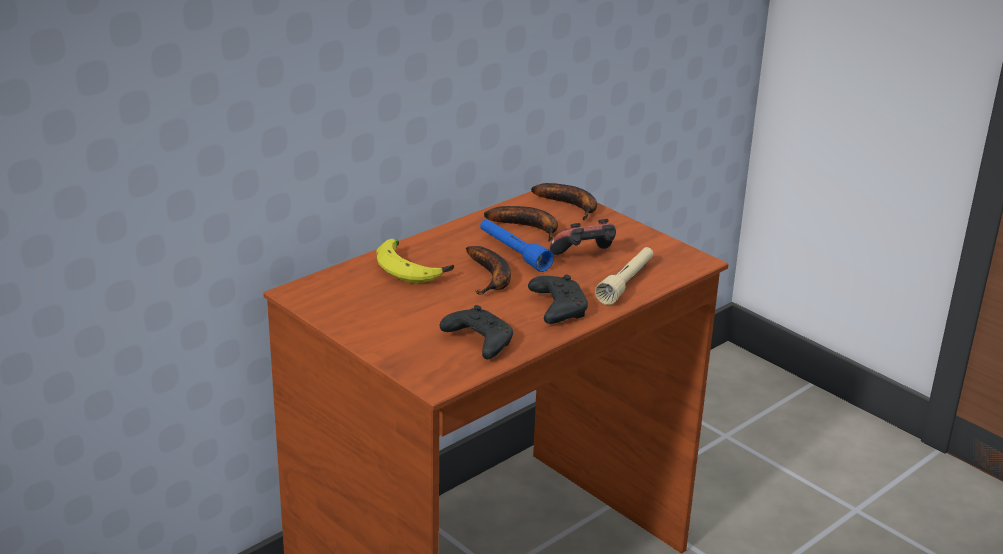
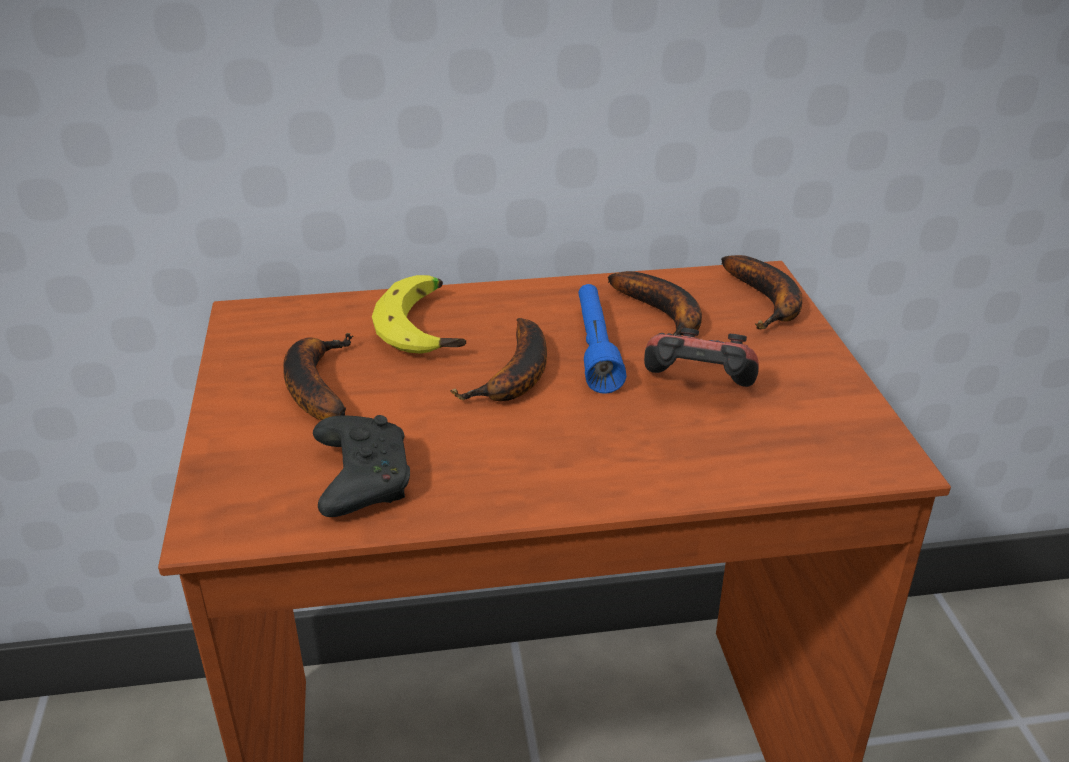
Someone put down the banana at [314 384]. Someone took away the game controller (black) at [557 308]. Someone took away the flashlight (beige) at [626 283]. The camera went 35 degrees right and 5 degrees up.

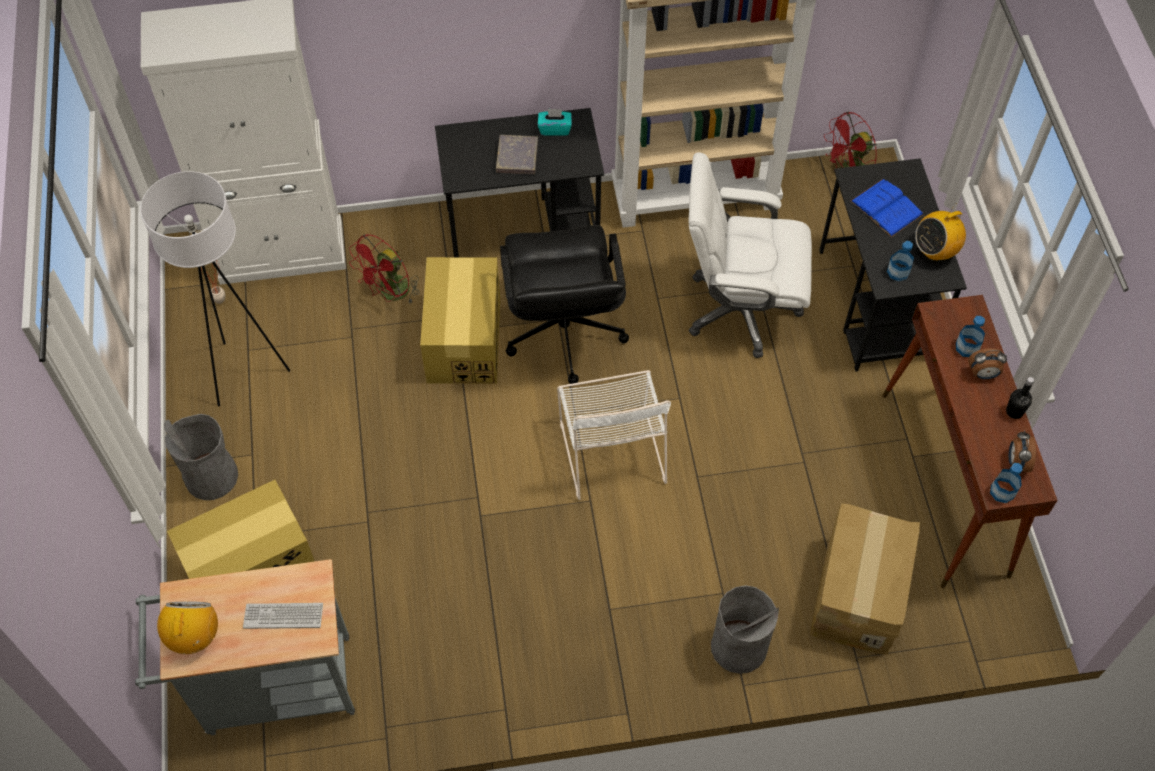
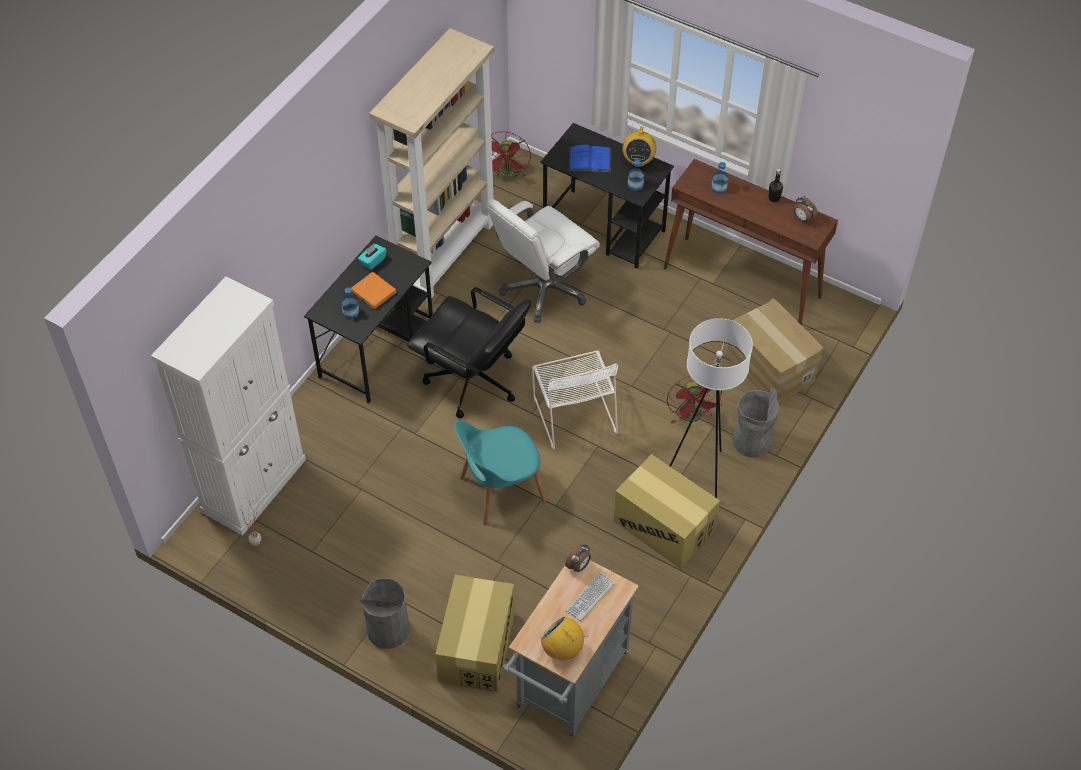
Someone carried the bottle from [1002 491] to [350 312]. Someone repainted the book (grey) at [517 157], which became the book (orange) at [373 292]. Someone put down the chair (turquoise) at [500 490]. Someone rotated the chair (white) at [611 448] by 45 degrees clockwise. Someone carried the alarm clock from [983 374] to [578 566]. Someone carried the cardboard box from [464 340] to [664 526]. Someone carried the fan (red) from [390 294] to [692 417]. Someone carried the floor lamp (white) from [245 373] to [702 474]. The camera went 50 degrees left and 5 degrees down.

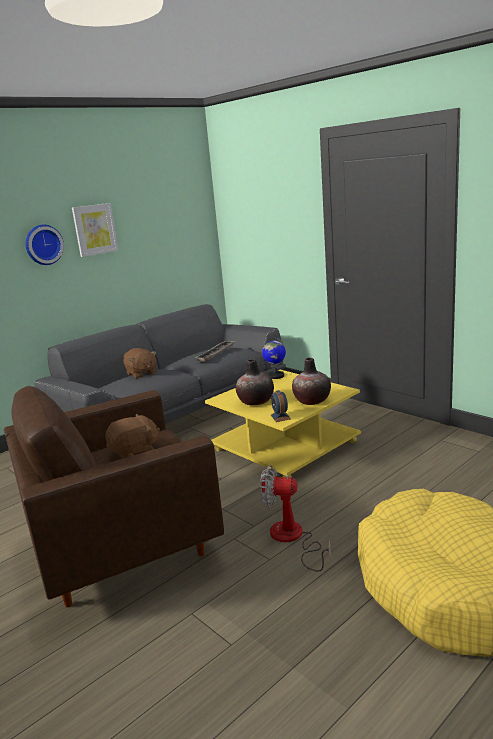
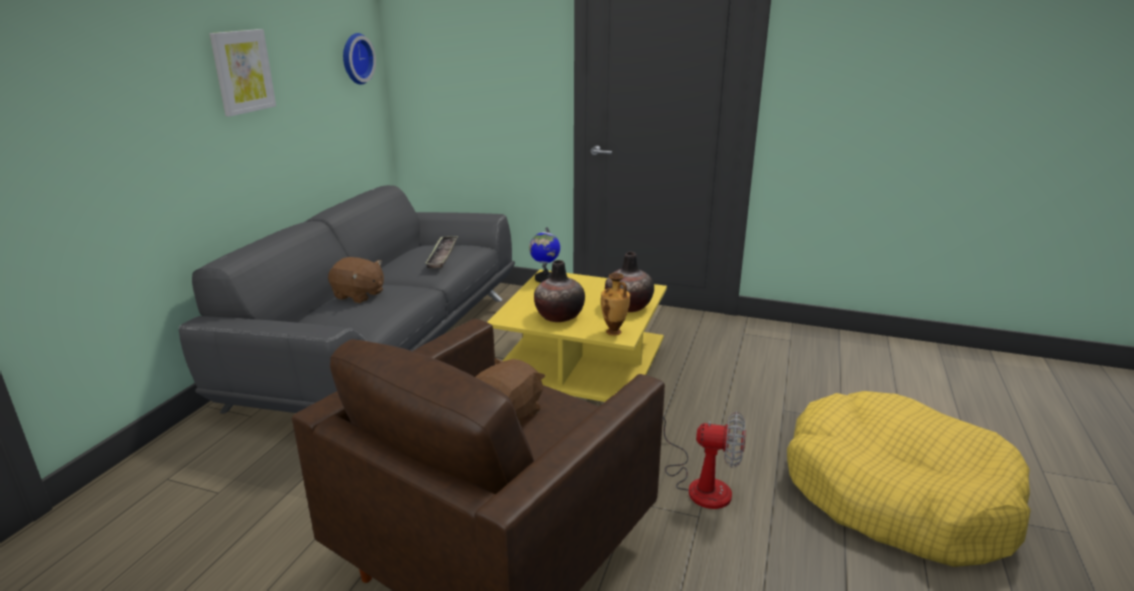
Someone carried the wall clock from [43 244] to [355 58]. Someone swapped the alarm clock at [280 417] for the vase at [614 332]. Someone rotated the fan at [292 539] by 150 degrees counterclockwise. The camera went 30 degrees left and 5 degrees up.

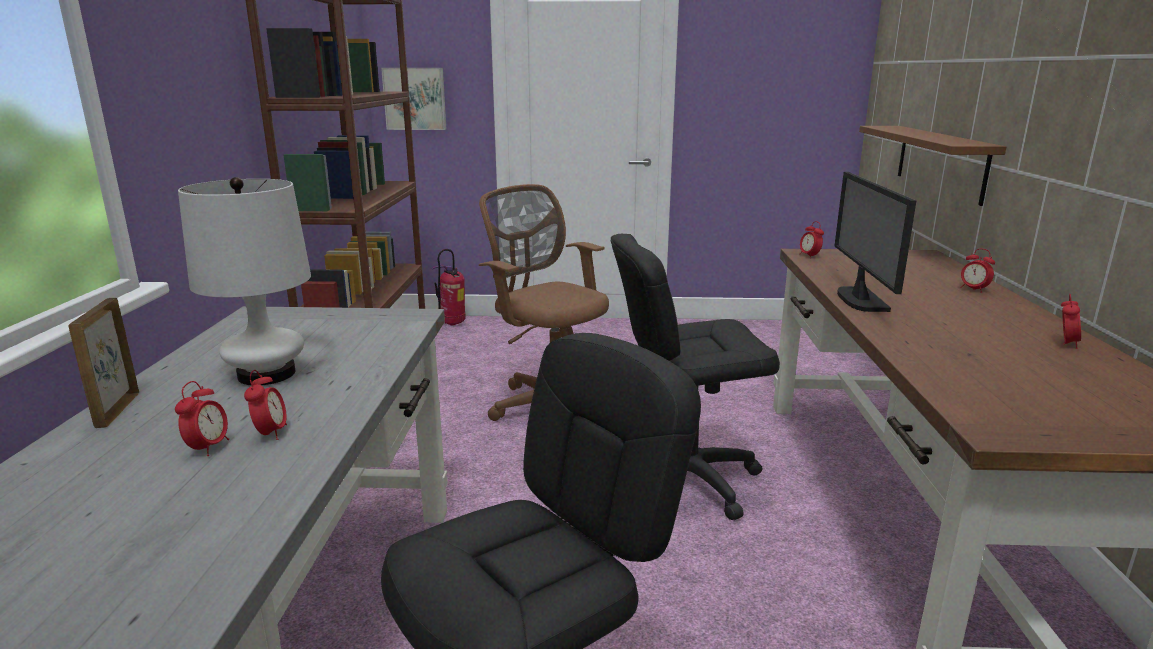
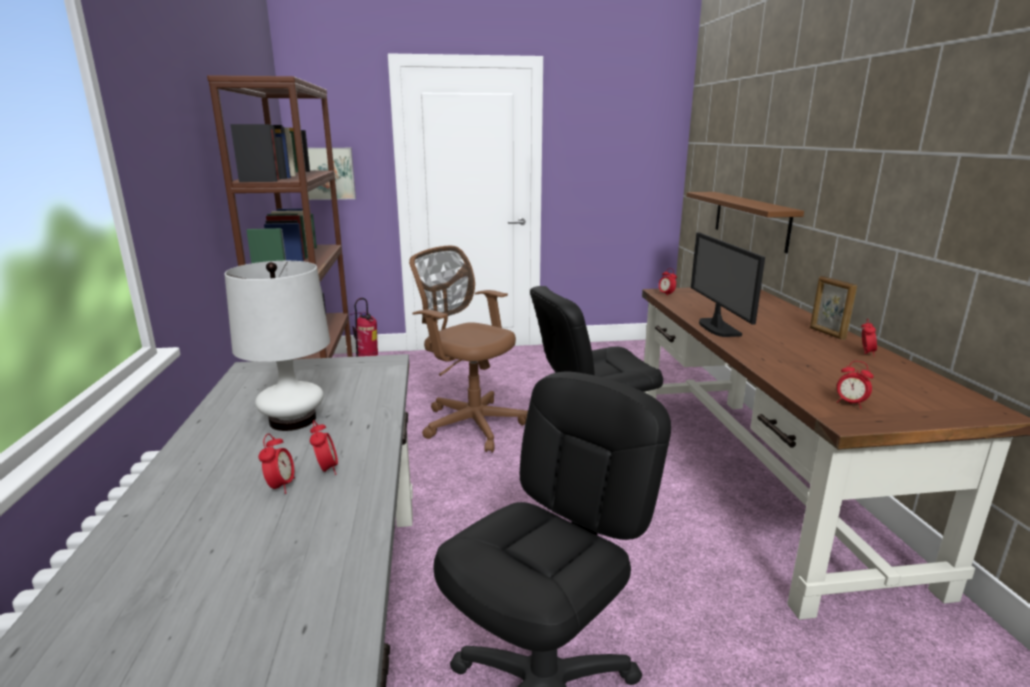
Someone carried the picture frame from [116 410] to [827 333]. Someone carried the alarm clock from [973 289] to [850 403]. The camera went 10 degrees left and 0 degrees up.

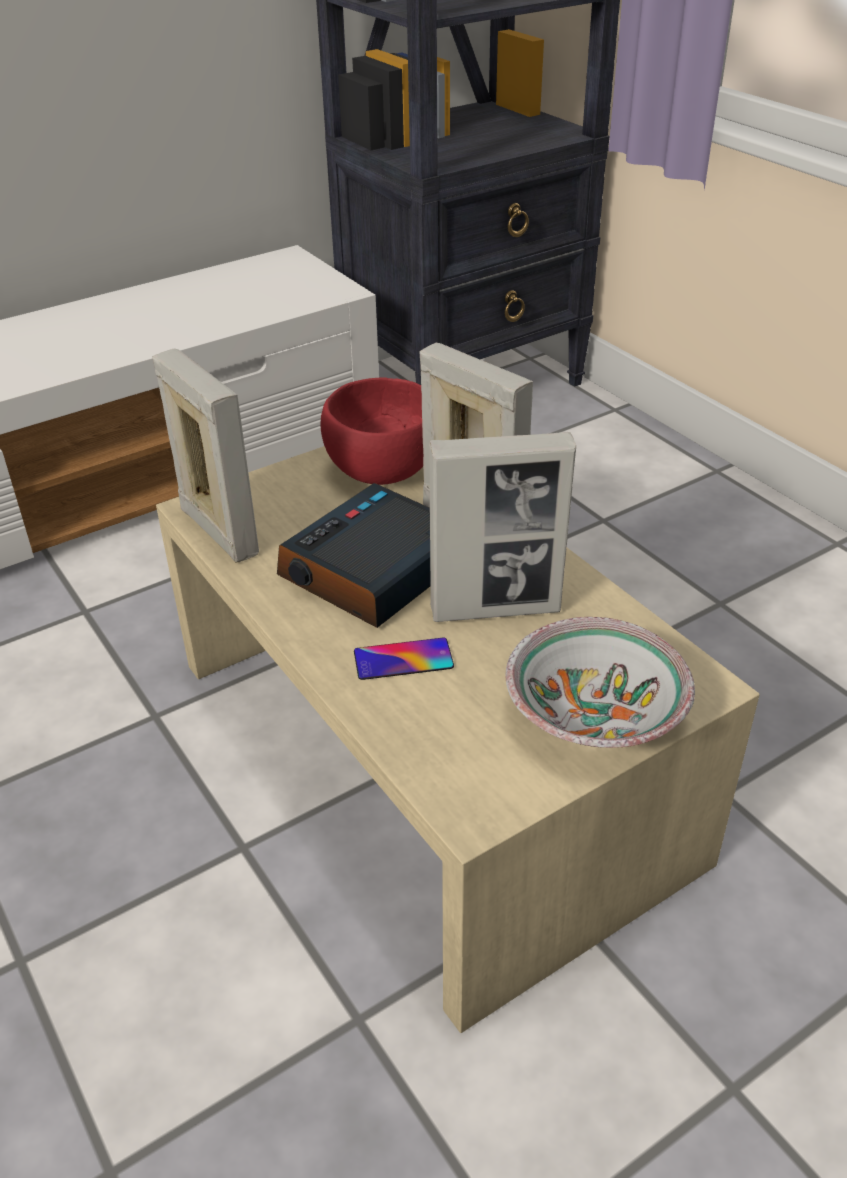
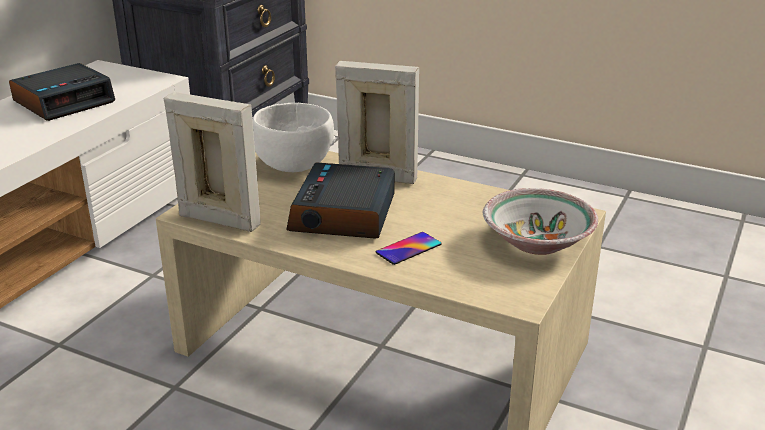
Someone put down the alarm clock at [65 101]. Someone repainted the bowl (red) at [382 470], which became the bowl (white) at [293 165]. Someone took away the picture frame at [496 609]. The camera went 30 degrees left and 10 degrees down.

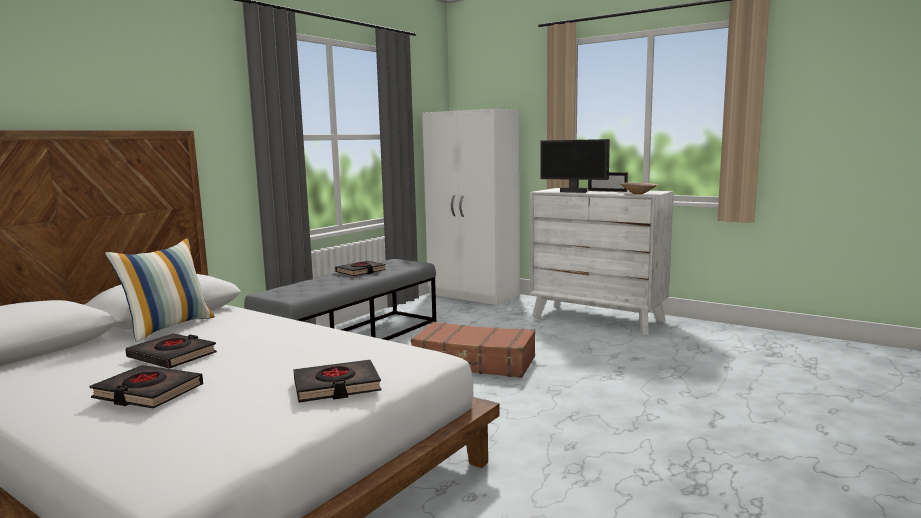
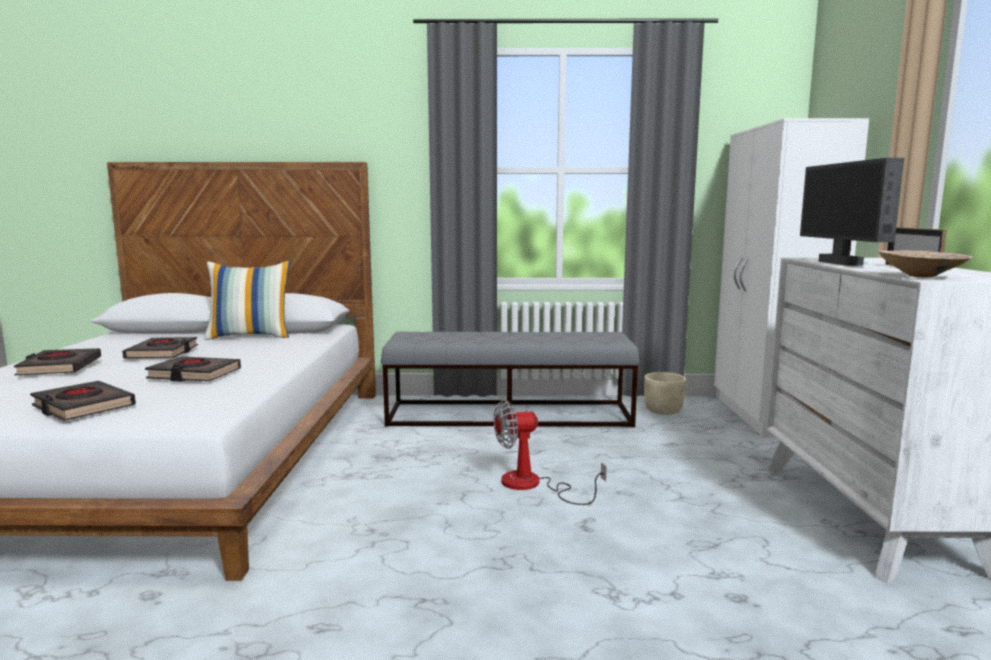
Someone carried the book (black) from [361 271] to [194 374]. Someone swapped the suitcase (brown) at [474 362] for the fan at [533 485]. Someone put down the planter (beige) at [663 411]. The camera went 55 degrees right and 0 degrees up.

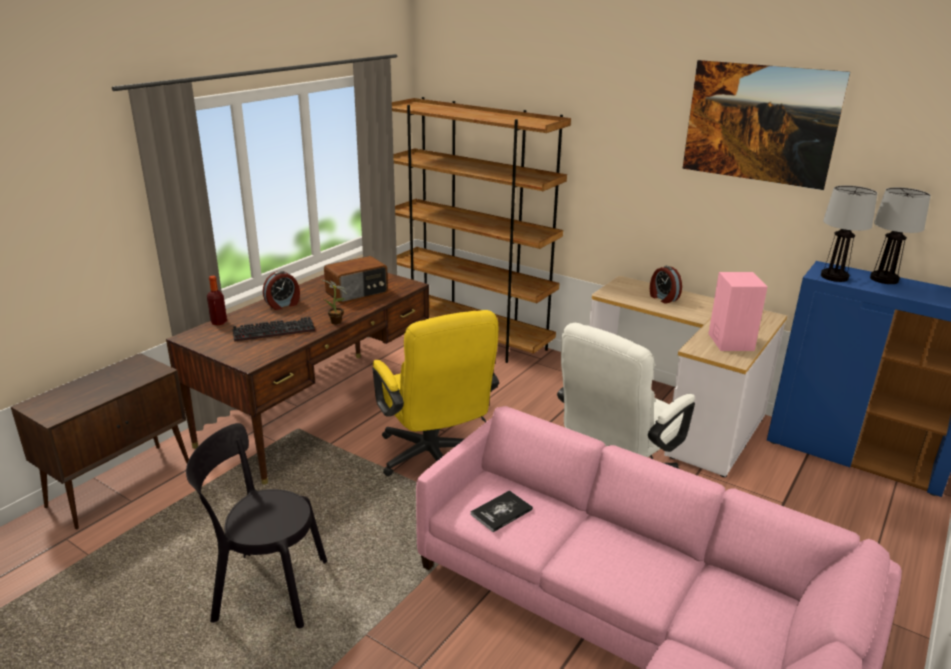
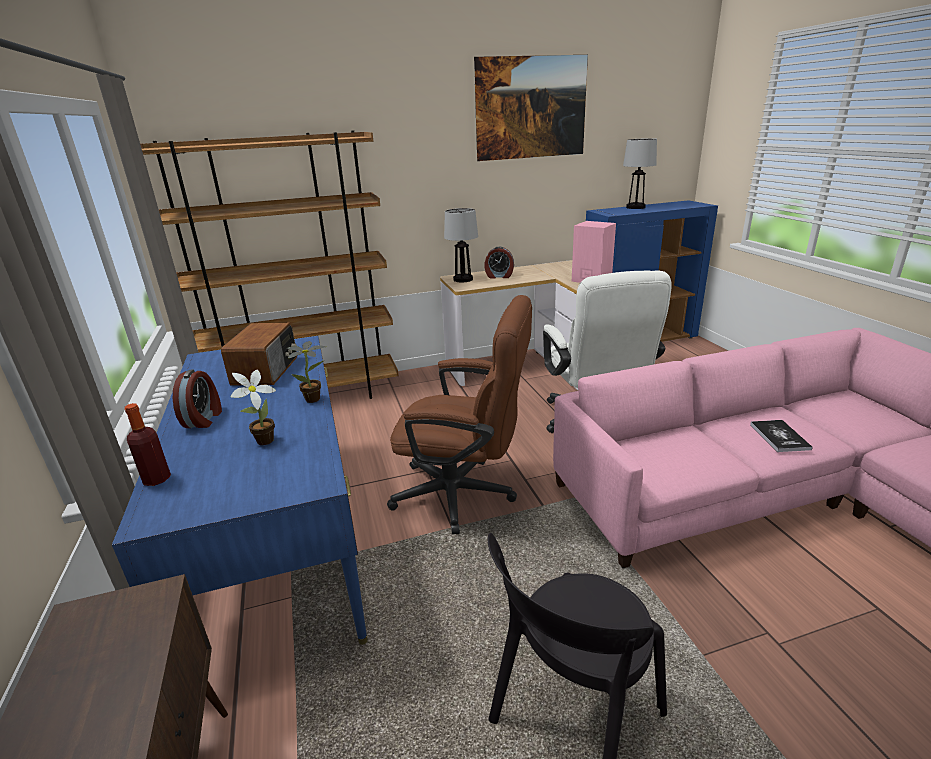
Someone repainted the desk (brown) at [318 411], which became the desk (blue) at [280 538]. Someone swapped the keyboard at [275 330] for the potted plant at [262 442]. Someone repainted the office chair (yellow) at [433 460], which became the office chair (brown) at [464 495]. Someone carried the table lamp from [834 277] to [463 279]. Someone carried the book from [501 512] to [779 437]. The camera went 50 degrees left and 0 degrees up.

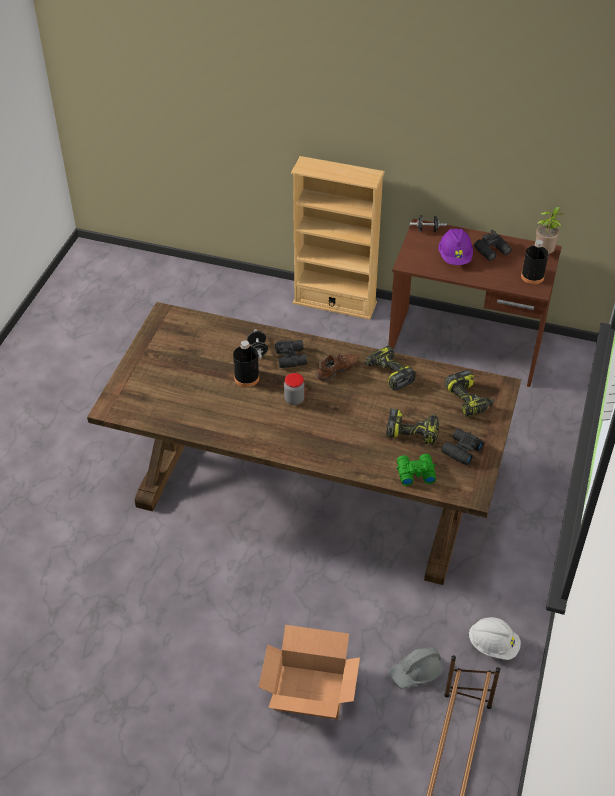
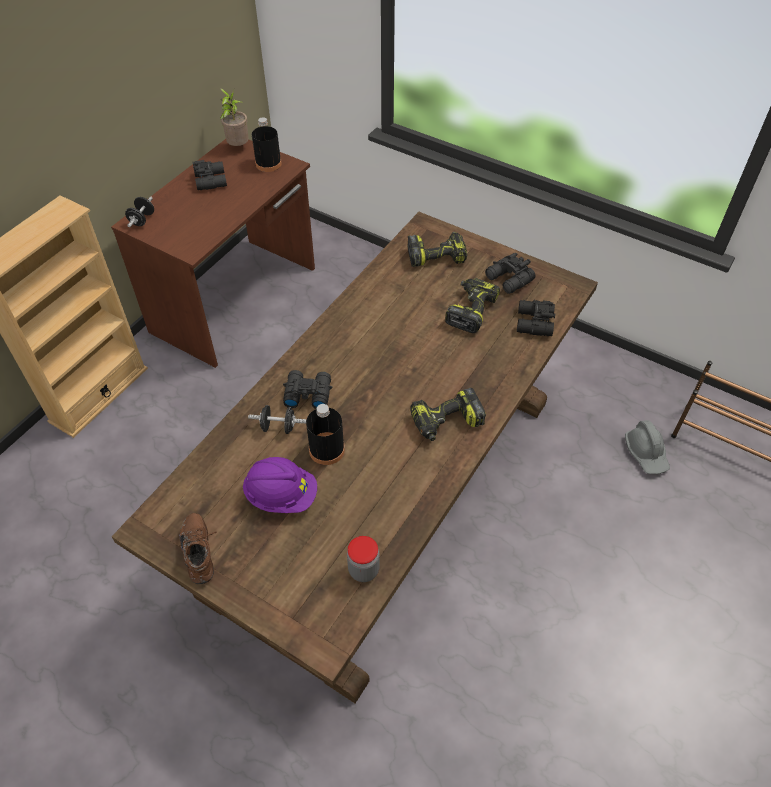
Someone carried the shoe (brown) from [338 372] to [201 552]. Someone carried the hard hat (purple) from [455 257] to [281 495]. Someone carried the jar from [294 399] to [363 570]. Someone carried the power drill from [388 373] to [446 422]. Someone repainted the binoculars (green) at [414 473], which became the binoculars (black) at [533 323]. Someone took away the cardboard box at [310 693]. Someone took away the hard hat (white) at [493 645]. The camera went 75 degrees left and 5 degrees up.

